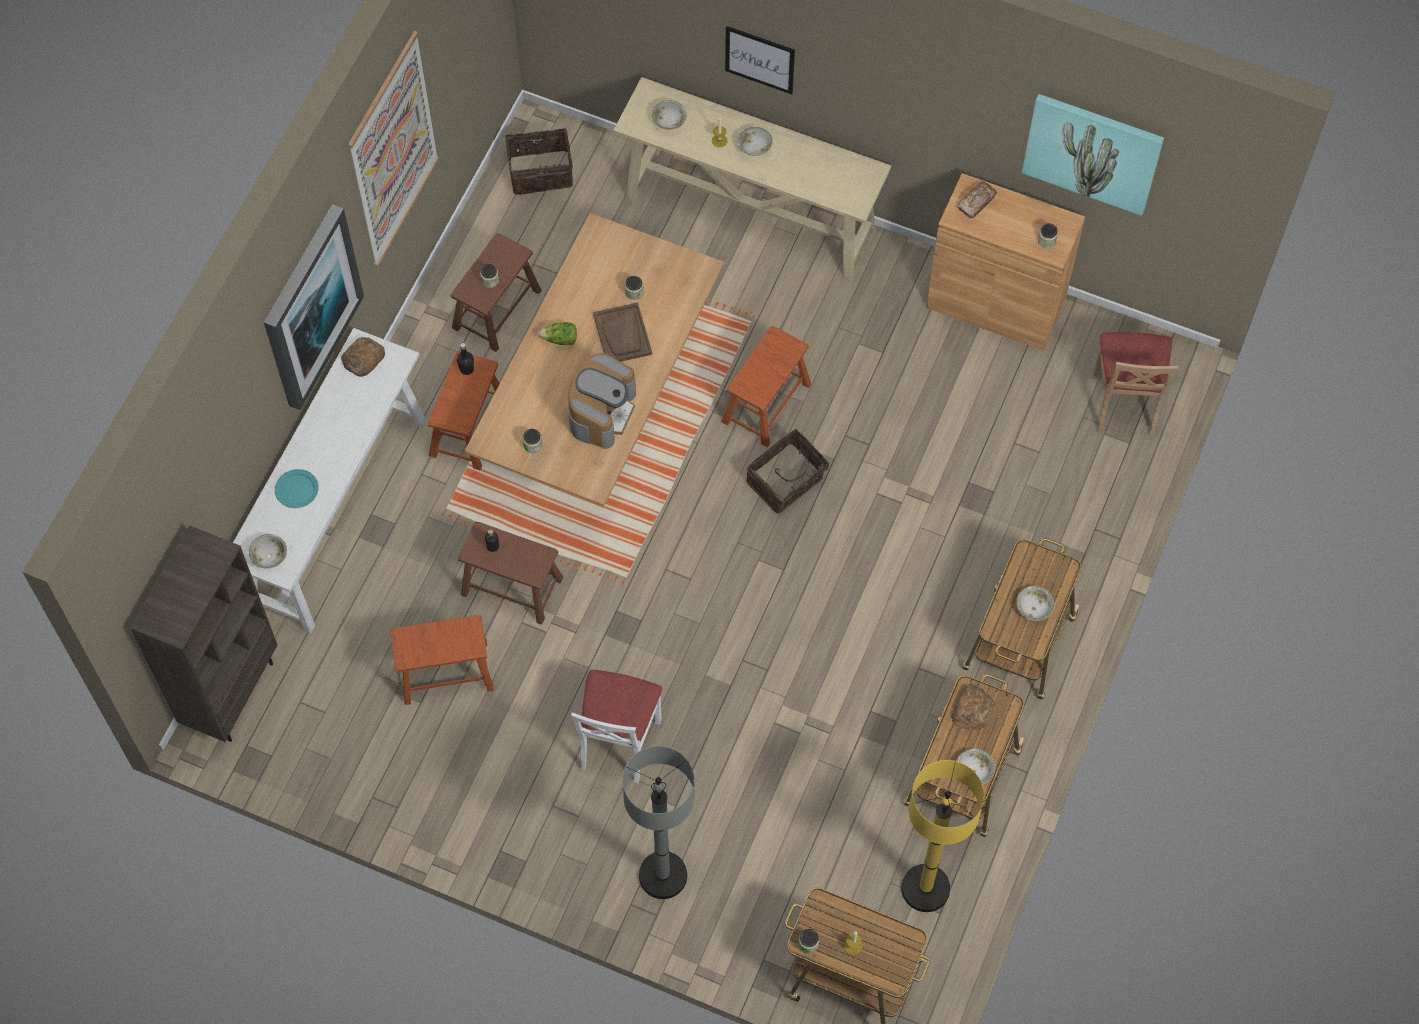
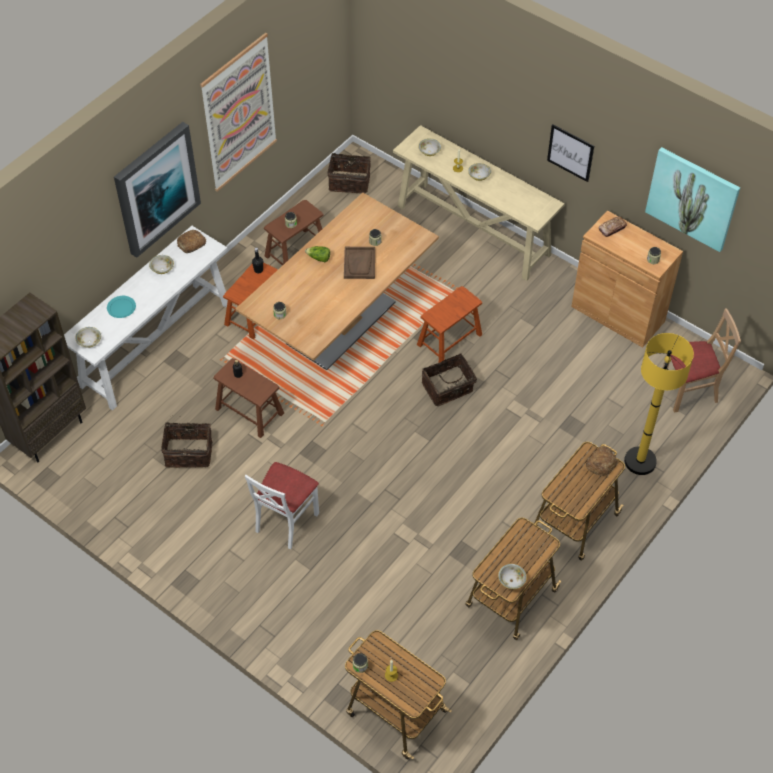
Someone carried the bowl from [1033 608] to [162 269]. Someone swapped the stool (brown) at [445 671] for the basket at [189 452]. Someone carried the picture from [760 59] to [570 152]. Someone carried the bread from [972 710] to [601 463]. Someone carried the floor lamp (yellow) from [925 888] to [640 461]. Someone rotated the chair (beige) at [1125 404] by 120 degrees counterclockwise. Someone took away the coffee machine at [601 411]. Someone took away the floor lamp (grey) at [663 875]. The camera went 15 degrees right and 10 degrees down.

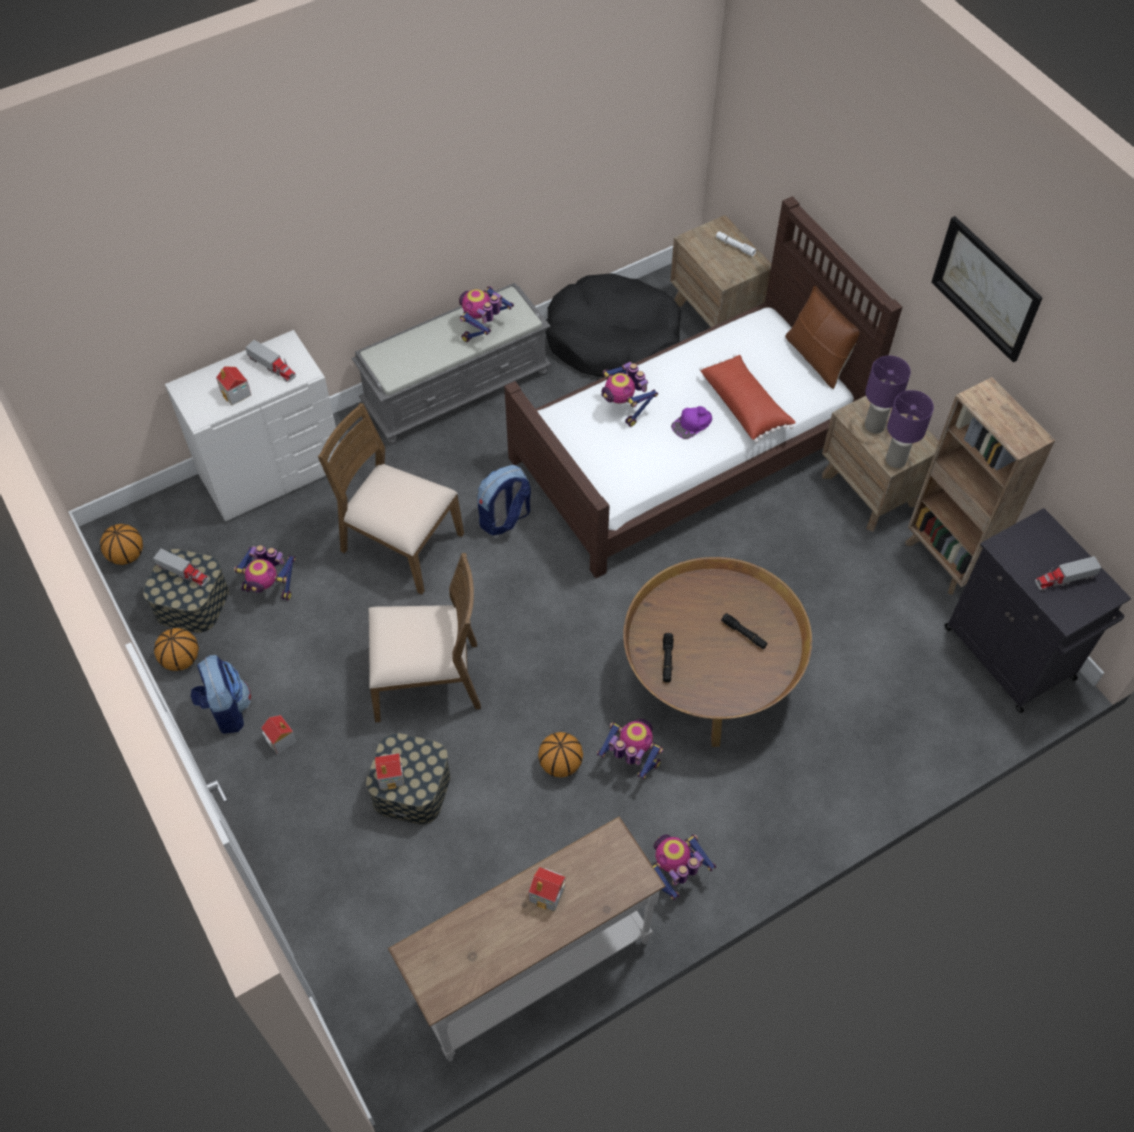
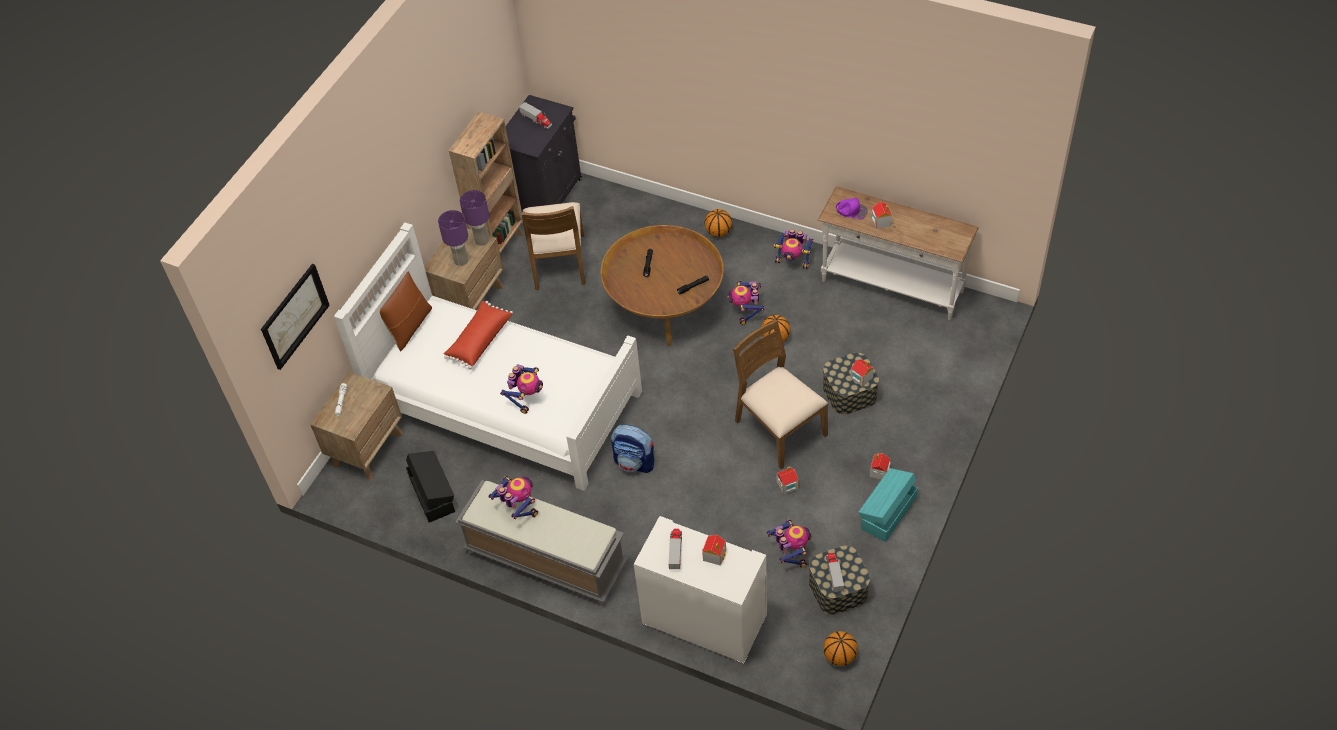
Someone carried the picture from [986 288] to [294 316]. Someone repainted the bed (brown) at [688 449], which became the bed (white) at [503 401]. Someone swapped the dog bed (black) at [614 341] for the storage box (black) at [432 493]. Someone rotated the toy robot at [483 330] by 135 degrees counterclockwise. Someone carried the chair (brown) from [400 544] to [558 262]. Someone carried the basketball from [181 660] to [718 232]. Someone put down the toy house at [787 485]. Someone carried the cap (purple) from [692 424] to [851 210]. Someone swapped the backpack at [226 709] for the storage box (turquoise) at [887 513]. The camera went 120 degrees left and 5 degrees down.

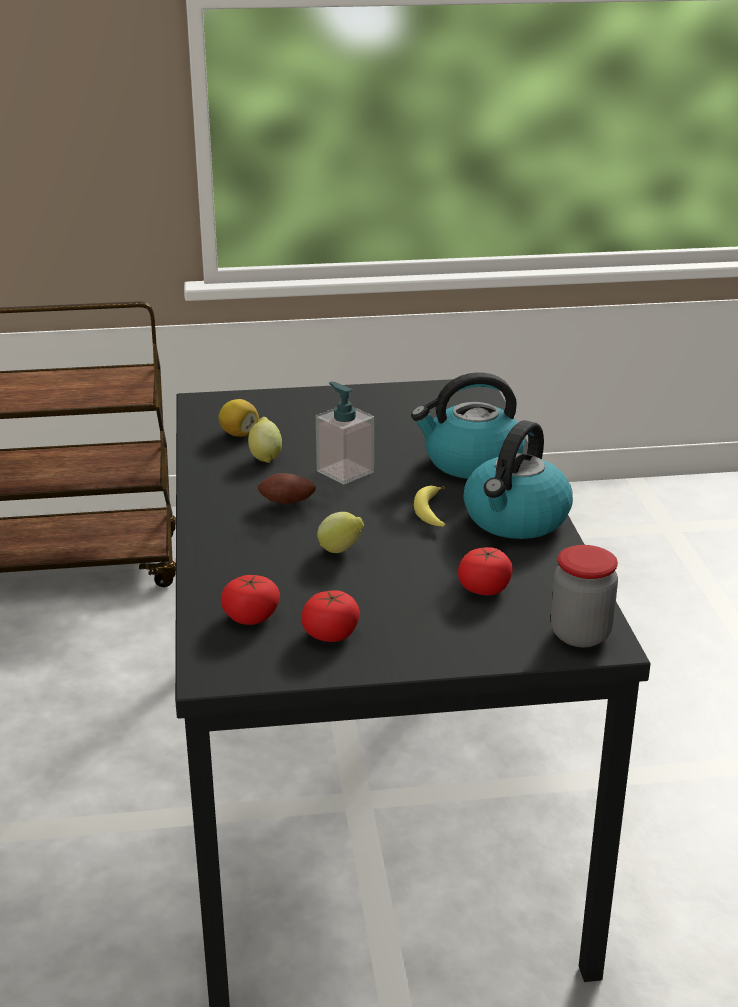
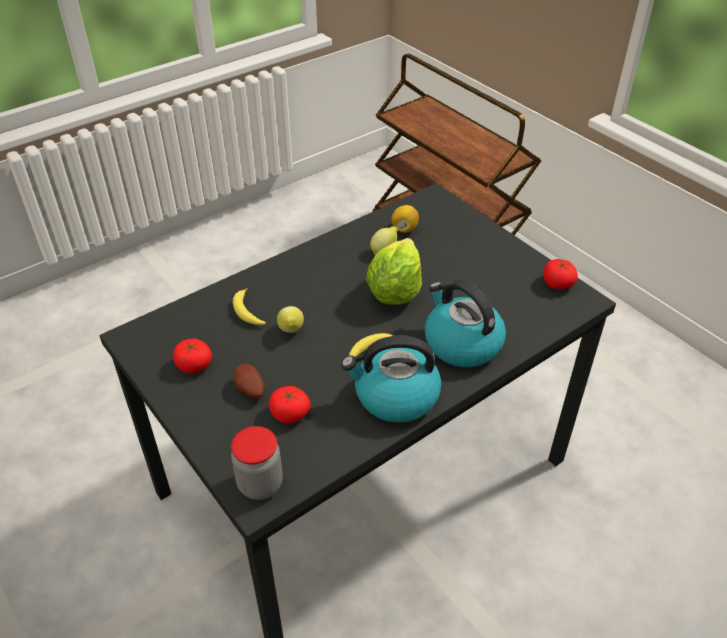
Someone put down the banana at [247 312]. Someone carried the potato from [287 503] to [249 390]. Someone swapped the soap dispenser at [345 471] for the lettuce at [394 291]. Someone carried the tomato from [251 616] to [557 283]. The camera went 60 degrees right and 15 degrees up.

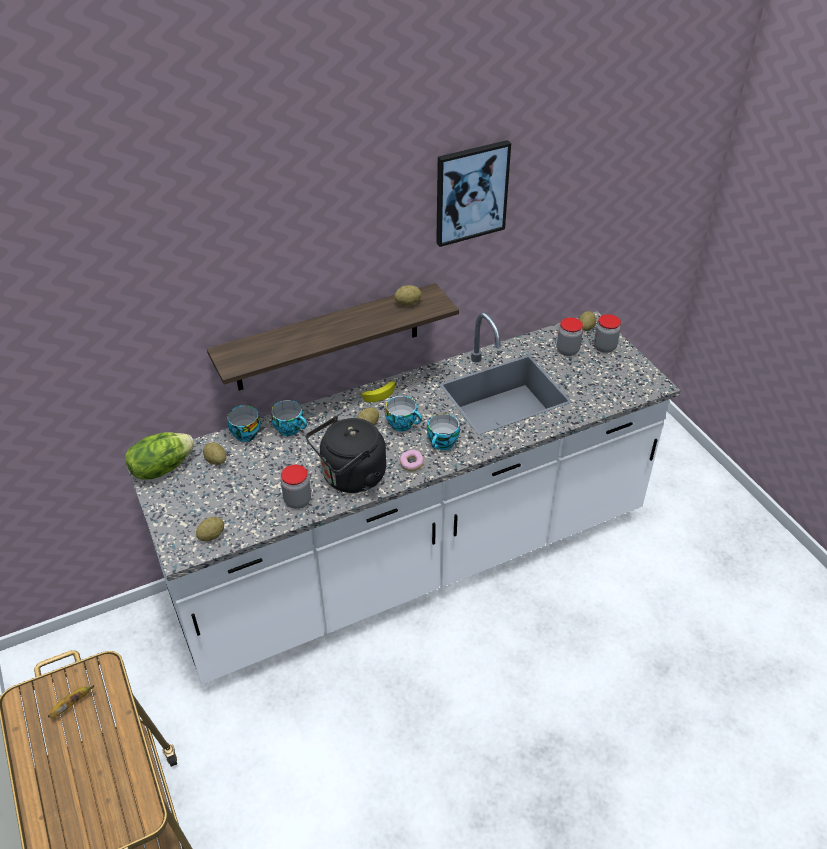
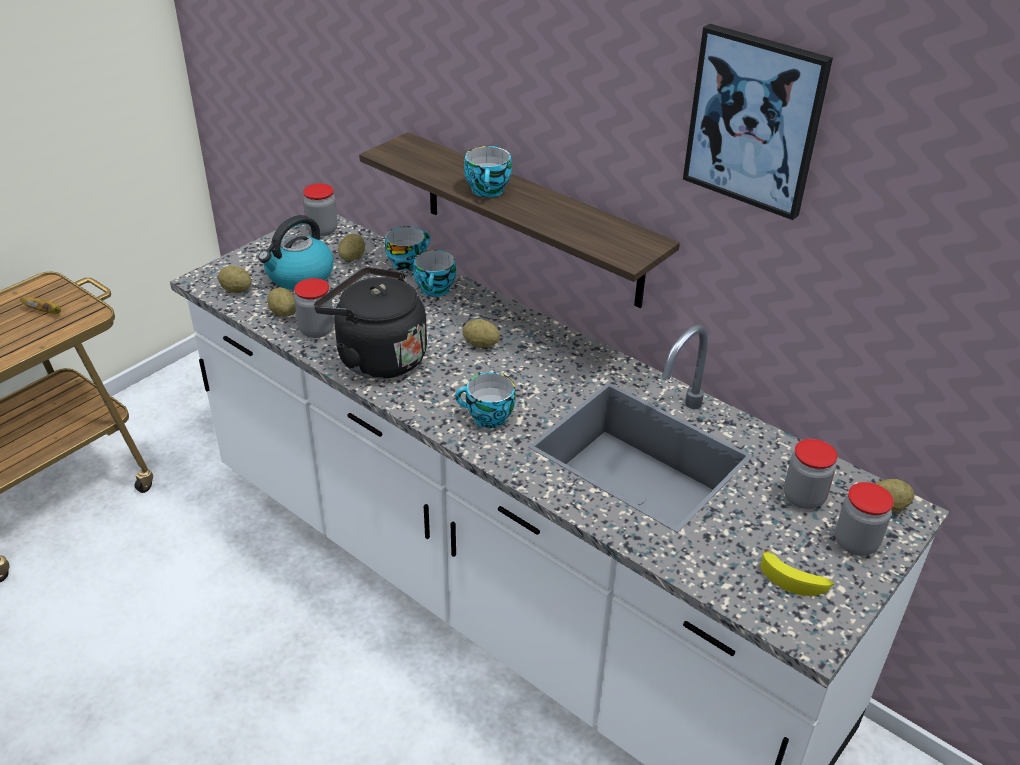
Someone put down the kettle at [299 276]. Someone carried the potato from [408 303] to [283 313]. Someone swapped the lettuce at [161 468] for the jar at [322 230]. Someone carried the cup from [403 424] to [489 191]. Someone carried the banana from [380 394] to [794 579]. Someone took away the donut at [411 464]. The camera went 65 degrees right and 5 degrees down.

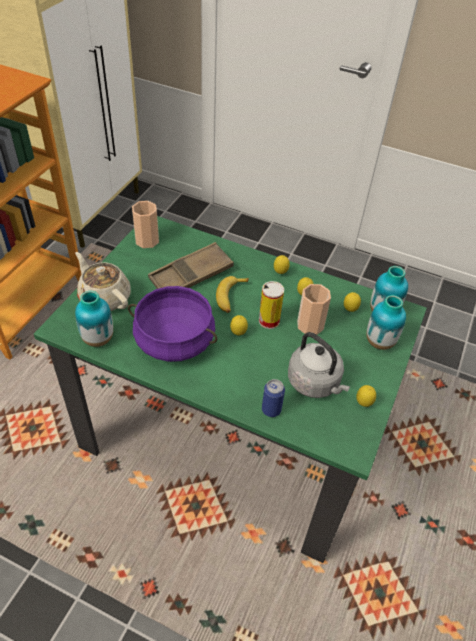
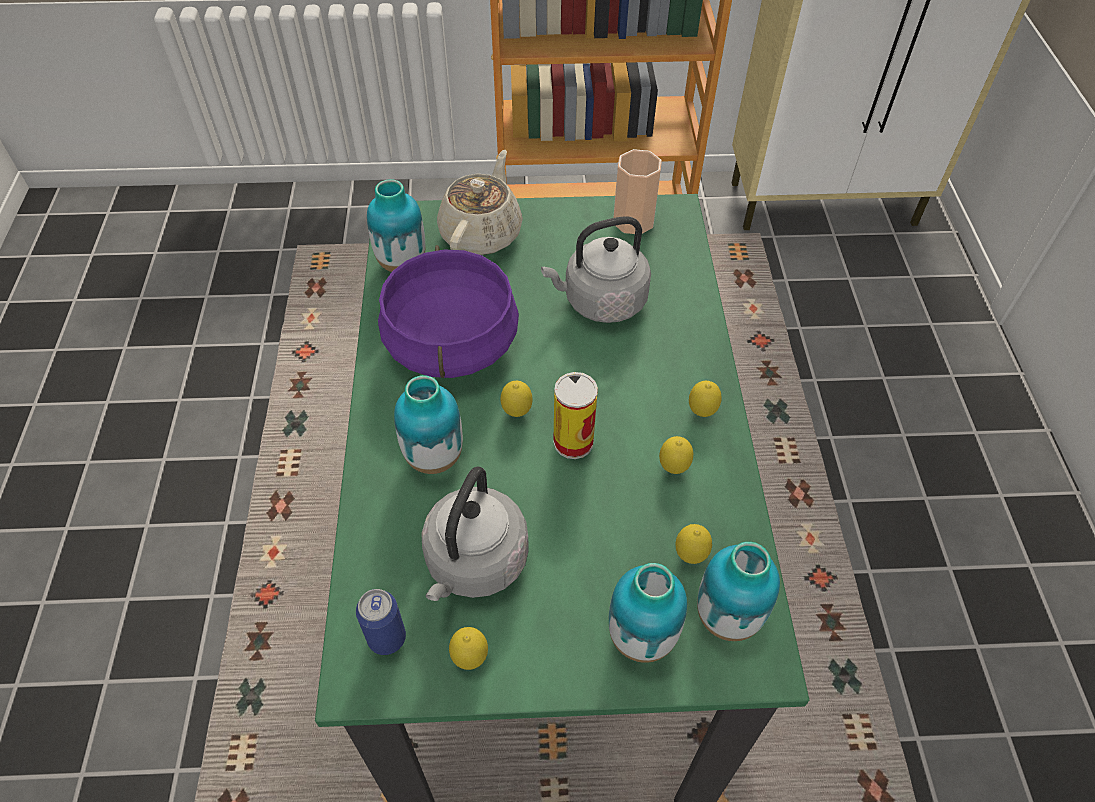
Someone carried the can from [271 410] to [387 638]. Someone put down the vase at [434 457]. Someone swapped the tray (brown) at [191 275] for the kettle (grey) at [600 302]. Someone took away the banana at [231 297]. Someone took away the cup at [310 325]. The camera went 65 degrees right and 5 degrees up.

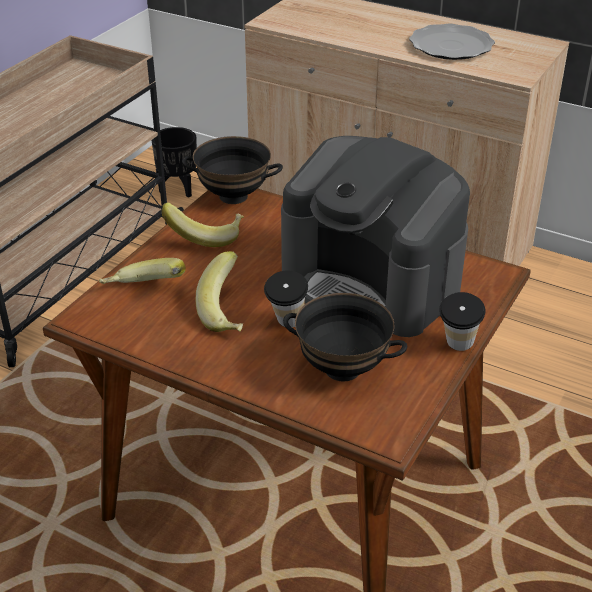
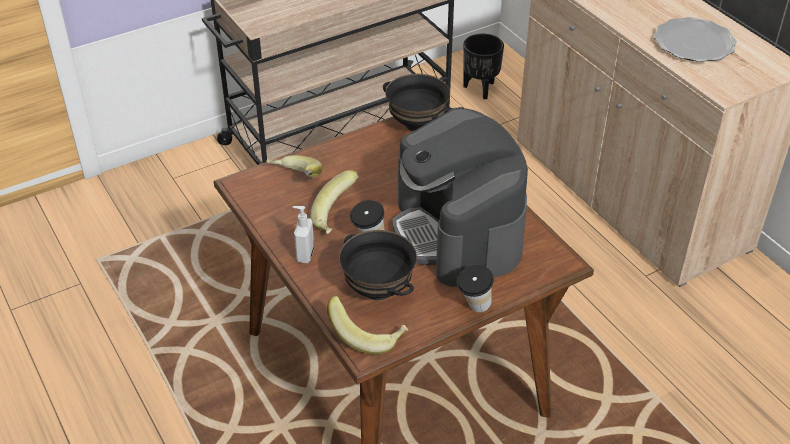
Someone put down the soap dispenser at [304 255]. Someone carried the banana from [206 236] to [367 335]. The camera went 30 degrees right and 5 degrees up.

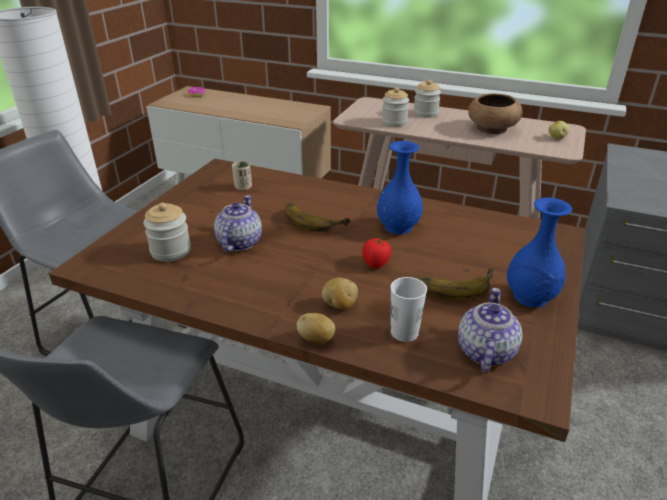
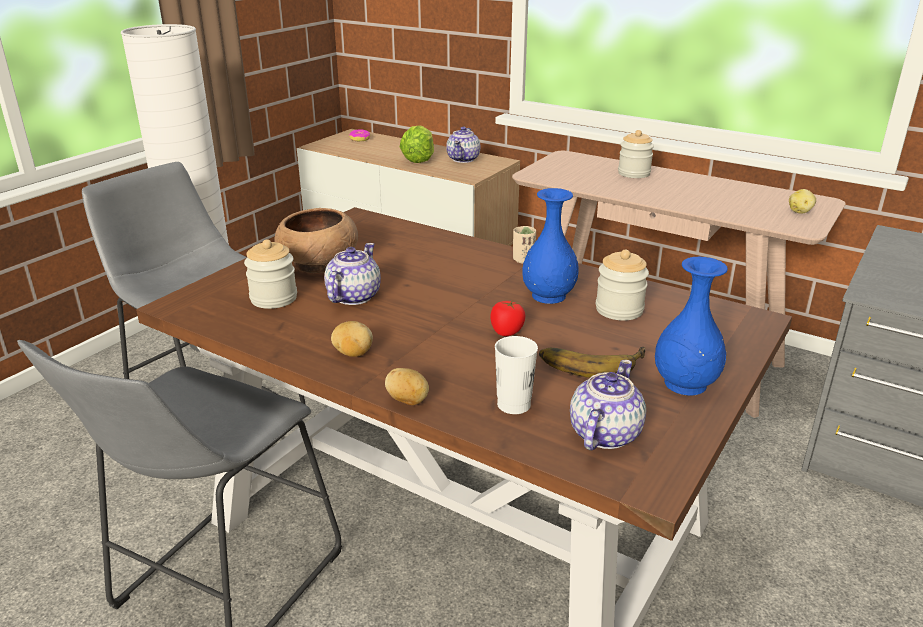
Someone carried the bowl (brown) from [492 129] to [318 264]. Someone carried the potato from [339 305] to [352 354]. Someone put down the lettuce at [419 159]. Someone put down the teapot at [463 159]. Someone carried the cup (beige) from [243 187] to [523 260]. Someone carried the jar from [394 122] to [619 310]. Someone took away the banana at [314 219]. The camera went 10 degrees right and 5 degrees down.

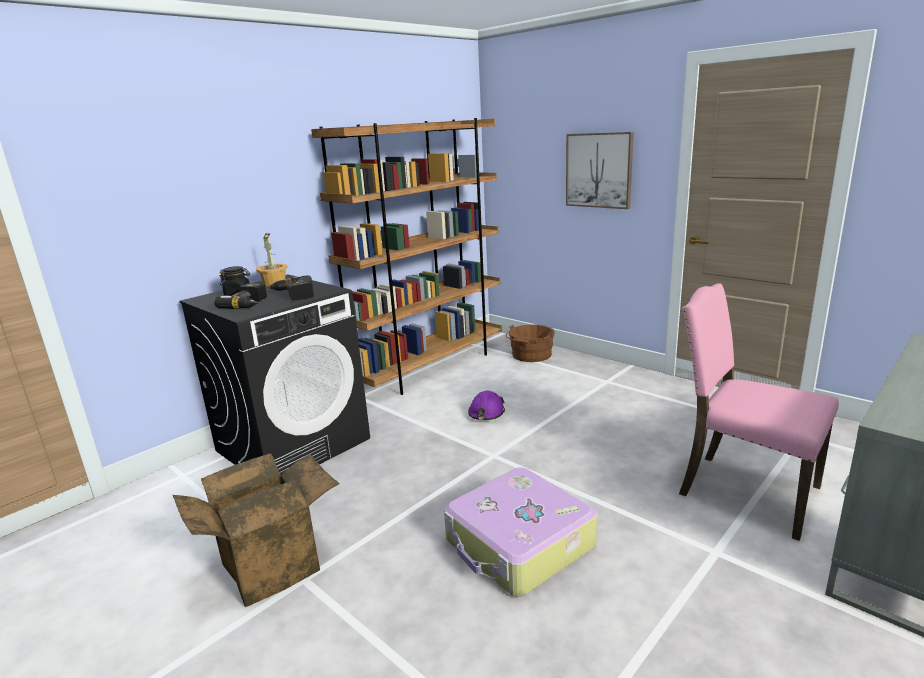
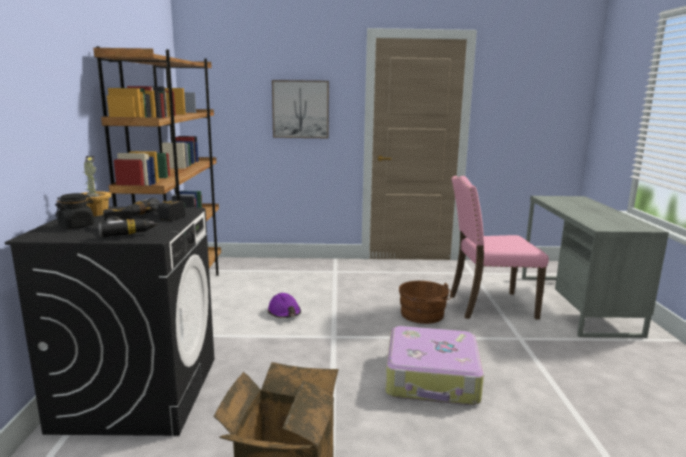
Someone carried the bucket (brown) from [530 355] to [423 315]. The camera went 45 degrees left and 5 degrees down.

